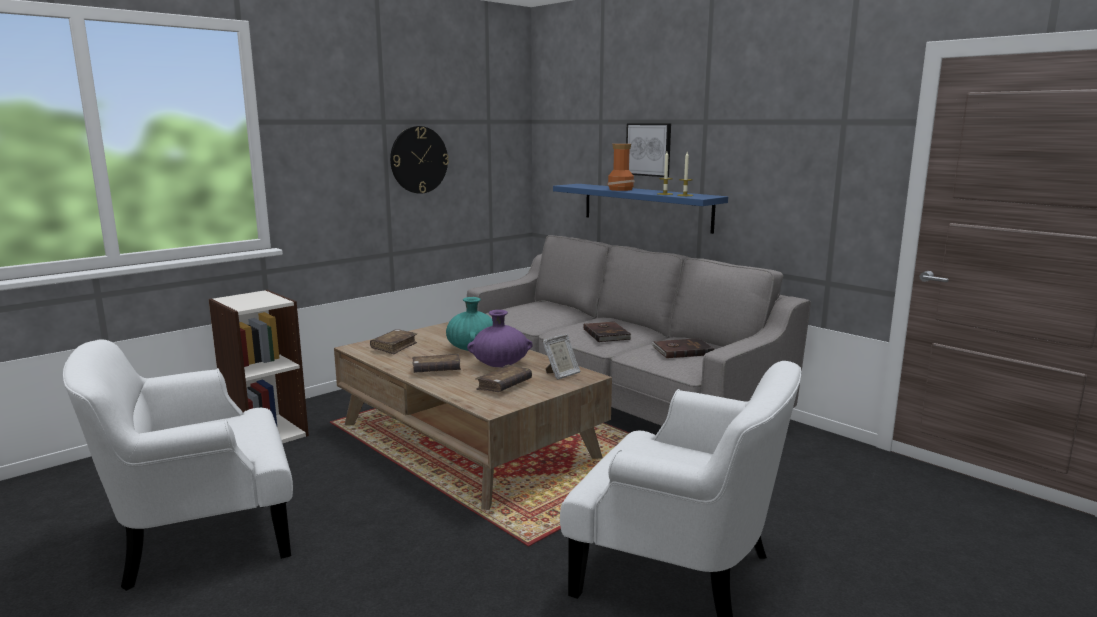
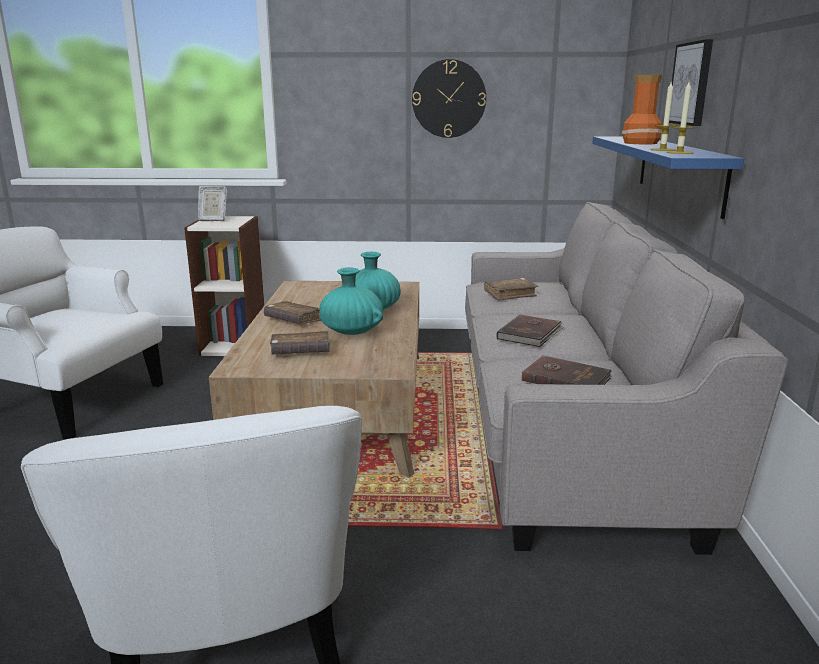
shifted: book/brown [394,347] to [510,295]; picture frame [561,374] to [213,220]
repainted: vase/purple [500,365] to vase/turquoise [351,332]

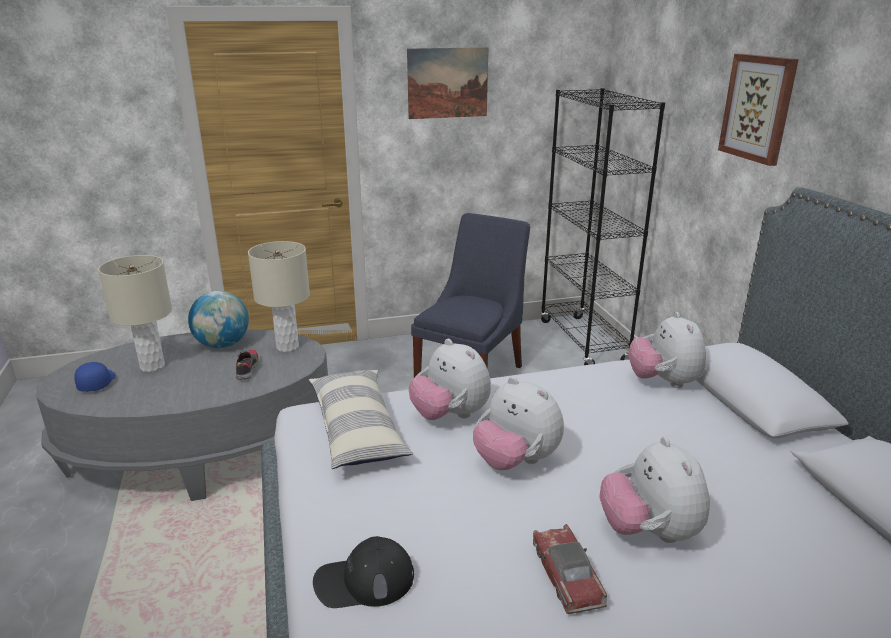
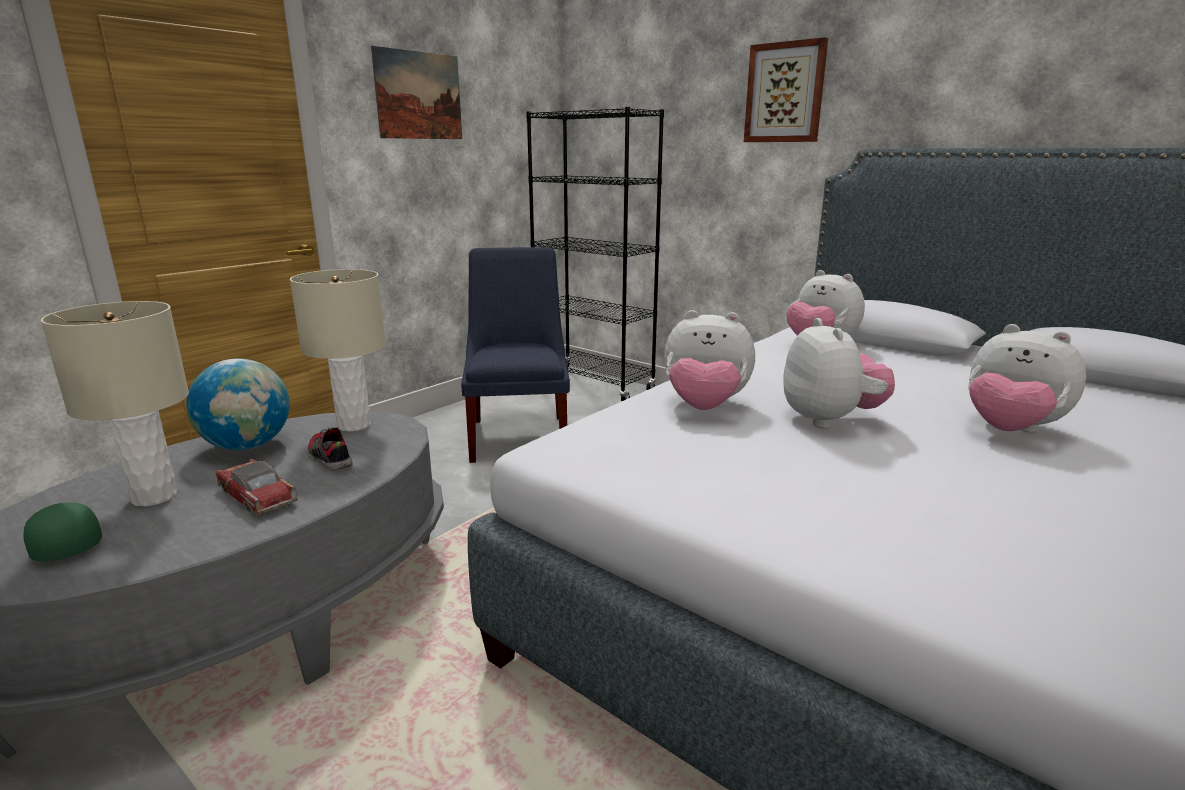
gone: pillow [357,430]; cap/black [364,580]
shifted: toy car [567,576] to [257,496]
repainted: cap/blue [96,383] to cap/green [65,545]
rotated: plush toy [516,461] = [830,420] 105 degrees counterclockwise

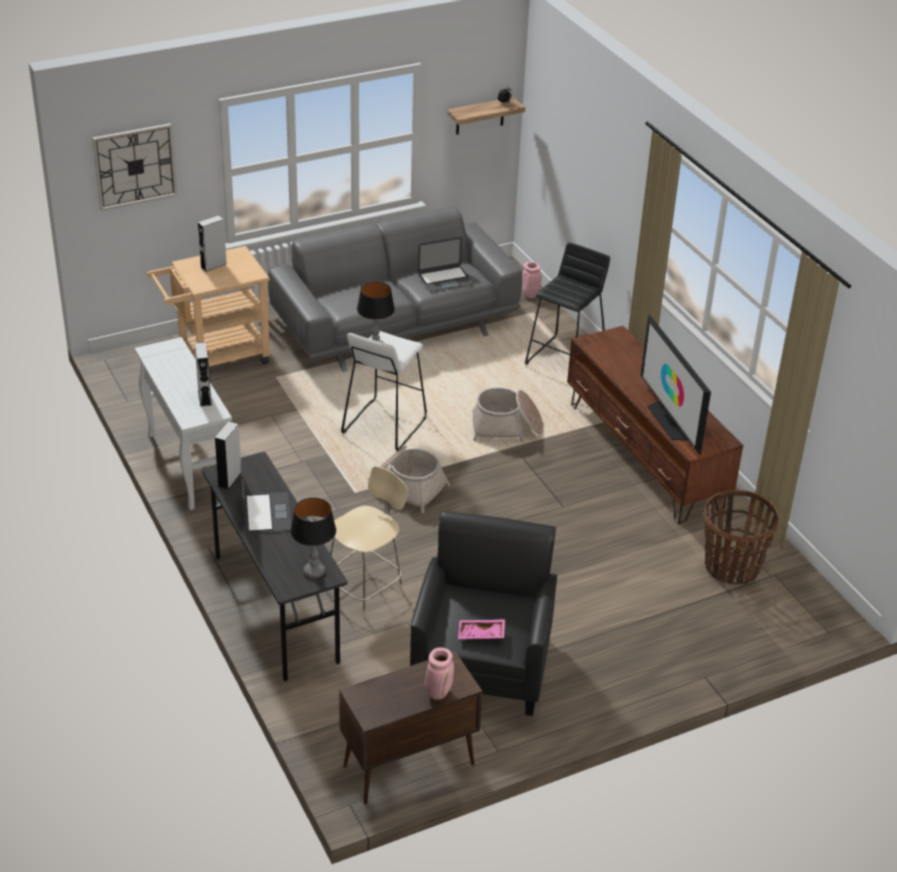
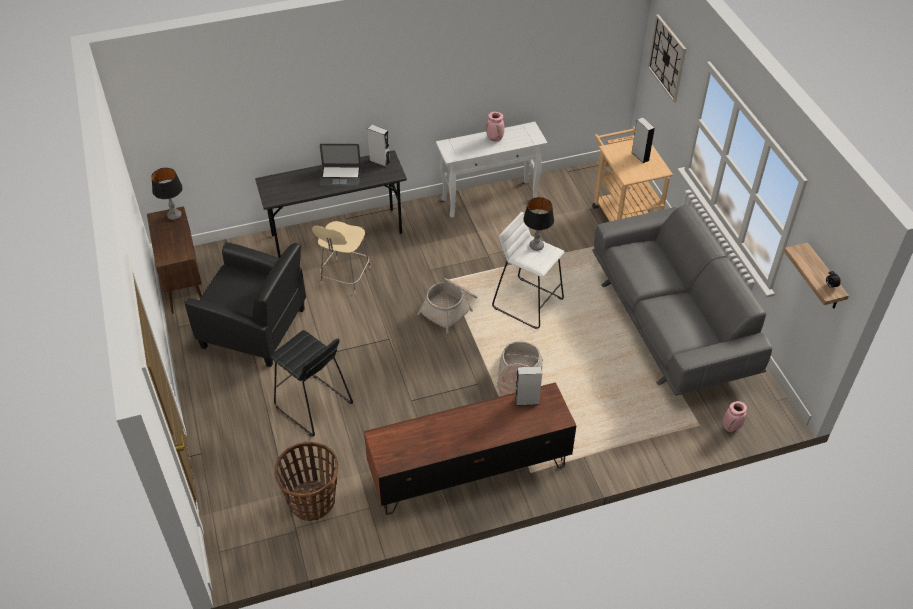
gone: laptop [445,279]; tray/pink [481,635]; television [670,421]
shifted: speaker/grey [204,397] to [527,401]; table lamp [314,571] to [174,215]; vase/pink [438,692] to [495,139]; stool/black [566,360] to [313,406]
rotated: chair/beige [365,588] = [345,277] 60 degrees clockwise

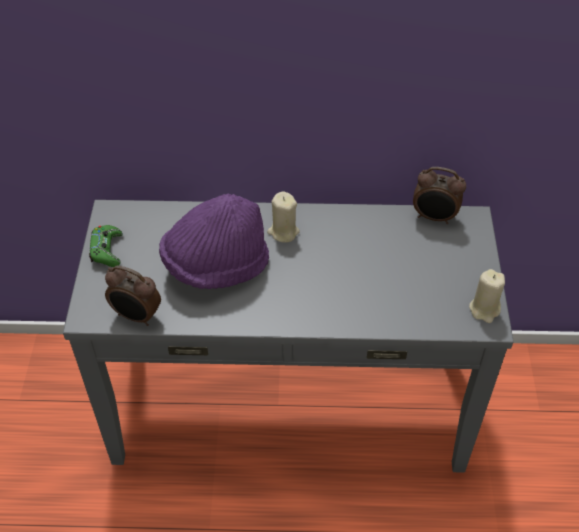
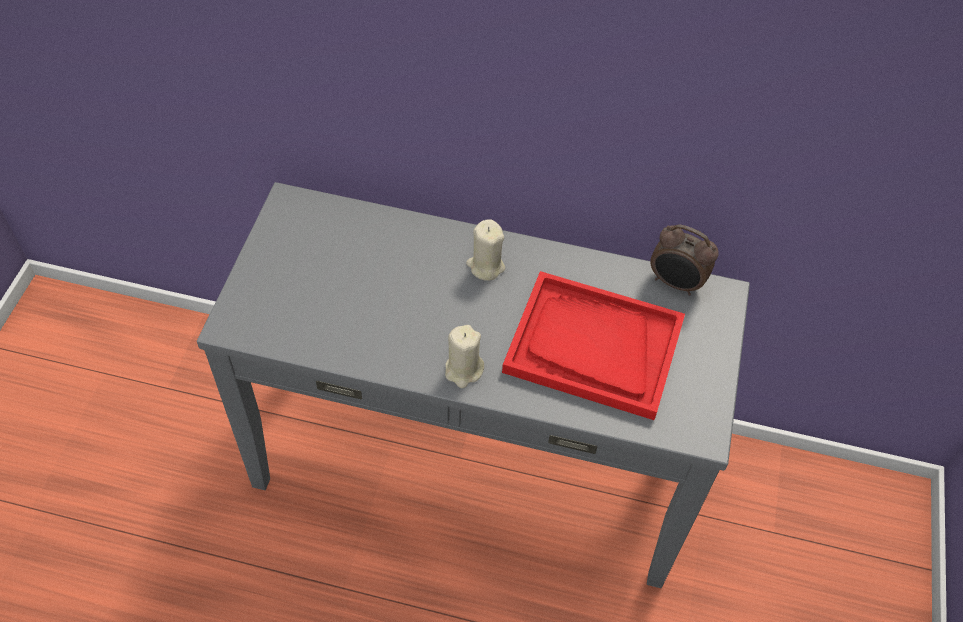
gone: game controller/green [107,250]; alarm clock [136,316]; hat/purple [216,265]
new: tray/red [593,347]
shifted: candle/beige [484,309] to [463,370]

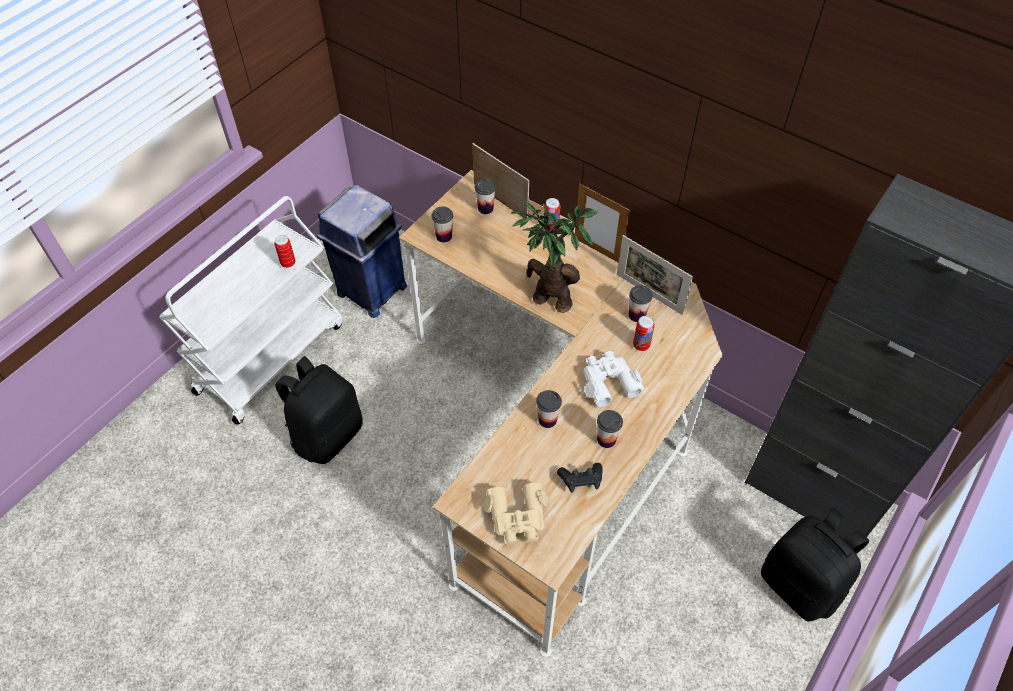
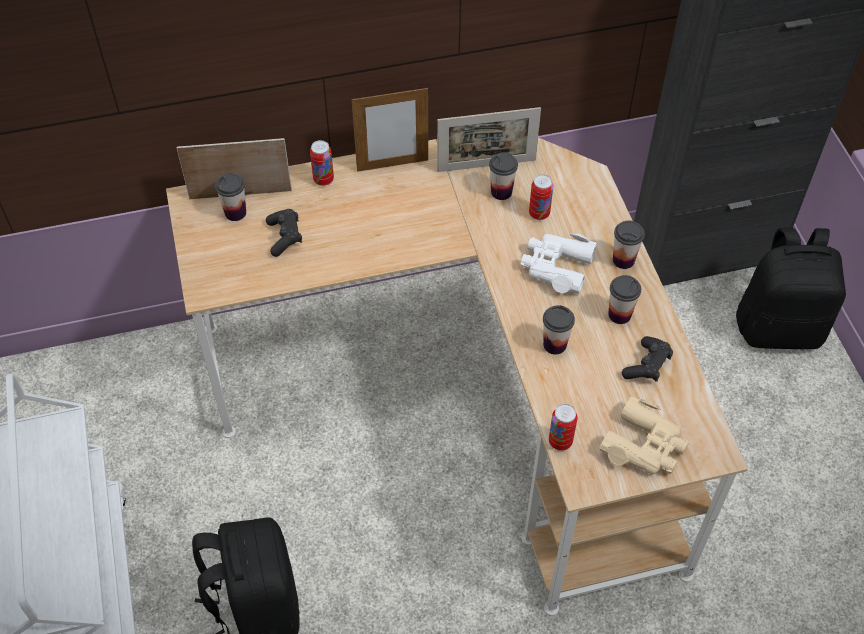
gone: trash can/blue [371,291]; potted plant [548,298]
new: game controller/black [285,237]
shifted: can [288,263] to [560,441]; cup [444,236] to [623,260]

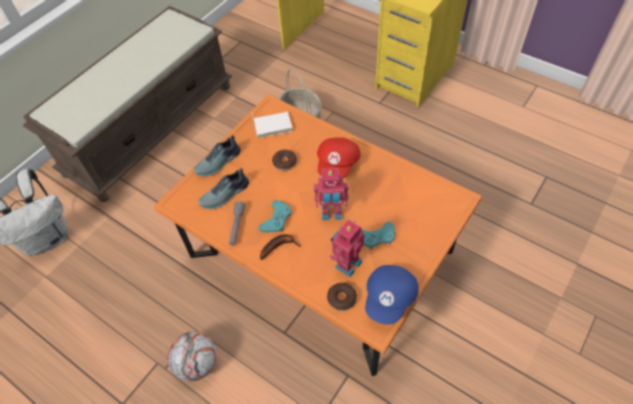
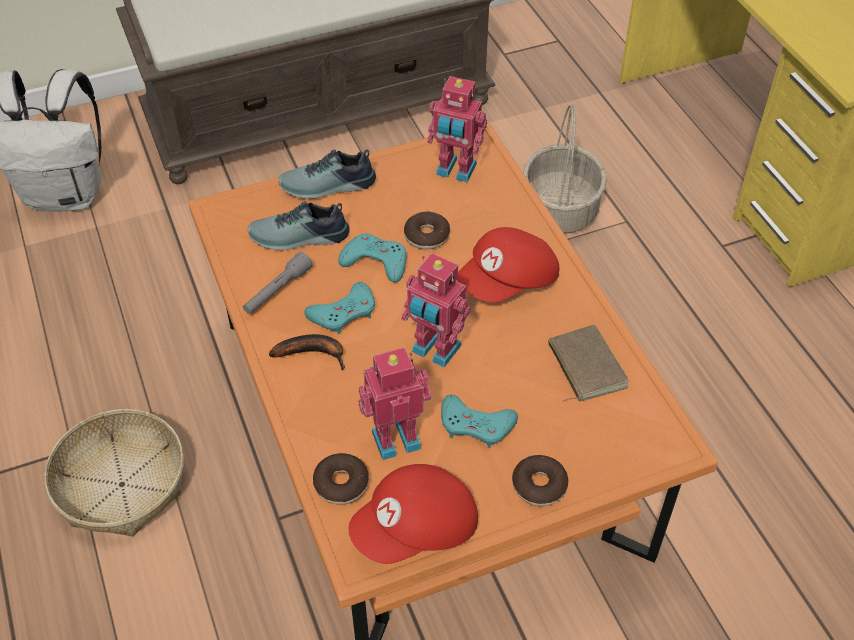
new: game controller/turquoise [375,262]; donut [539,485]; book/brown [584,367]
swapped: football [197,363] to basket [122,484]; book/white [273,125] to toy robot [455,171]
repainted: cap/blue [390,298] to cap/red [417,529]

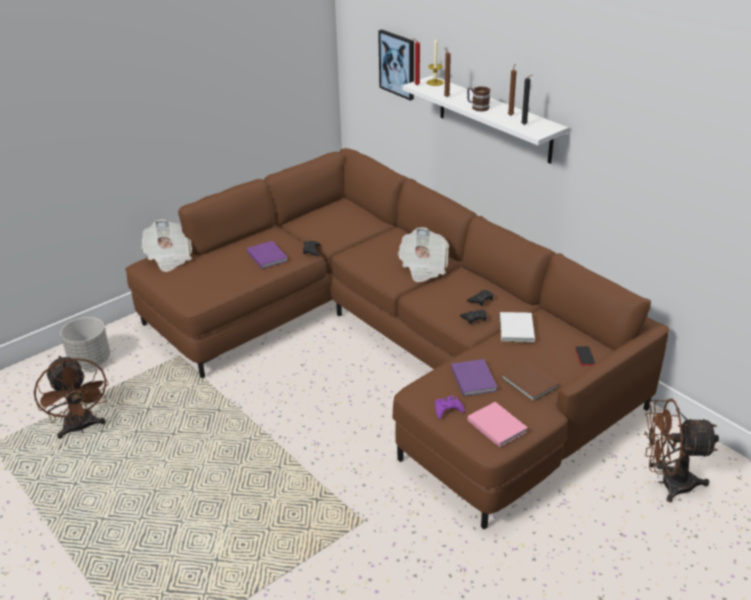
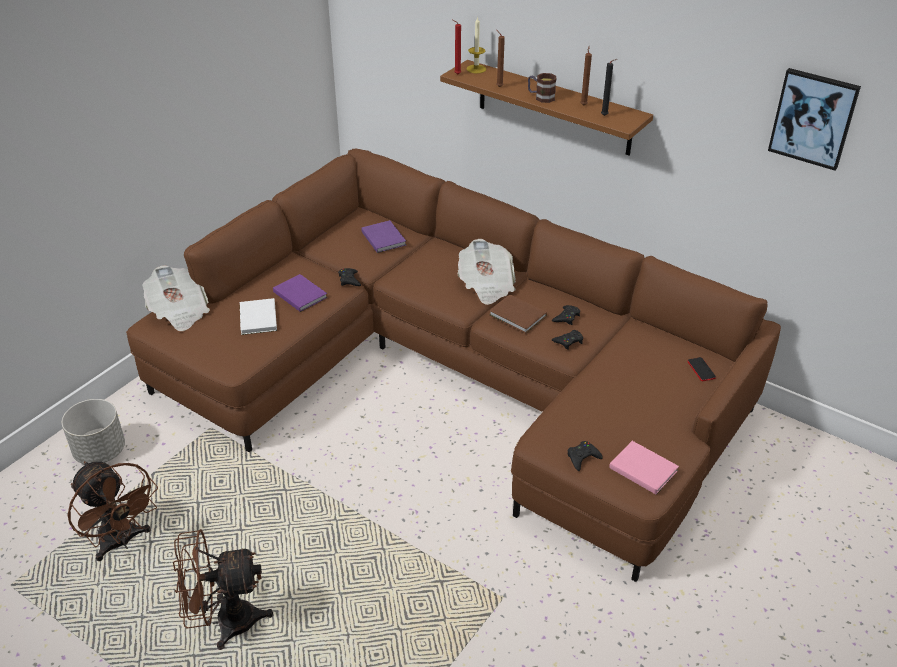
shifted: picture [397,64] to [813,118]; book/purple [474,378] to [384,237]; book/white [515,329] to [257,319]; book/brown [529,384] to [518,316]; fan/brown [668,483] to [225,622]
repainted: shelf/white [494,119] to shelf/brown [554,108]; game controller/purple [447,409] to game controller/black [582,458]

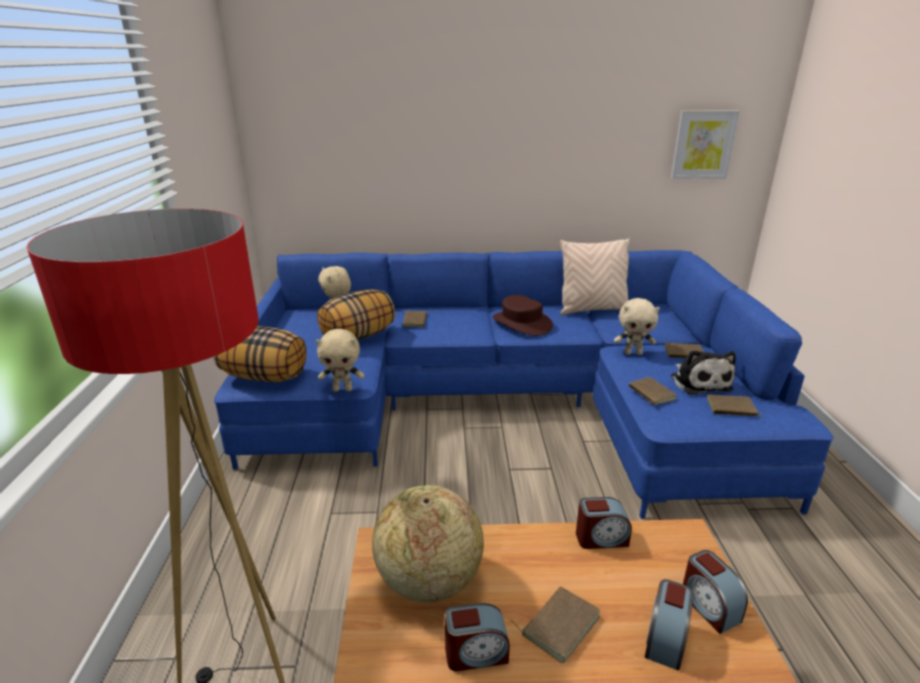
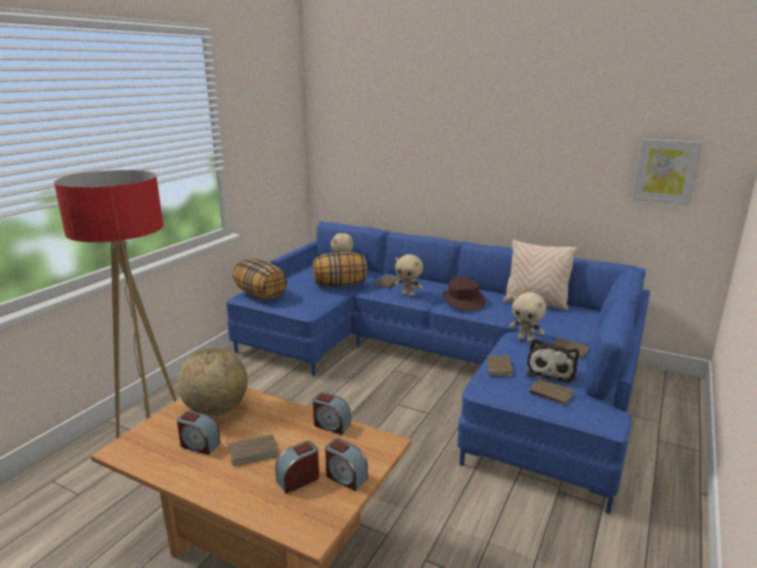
shifted: plush toy/beige [343,389] to [408,295]
rotated: alarm clock [708,606] = [345,477] 60 degrees counterclockwise

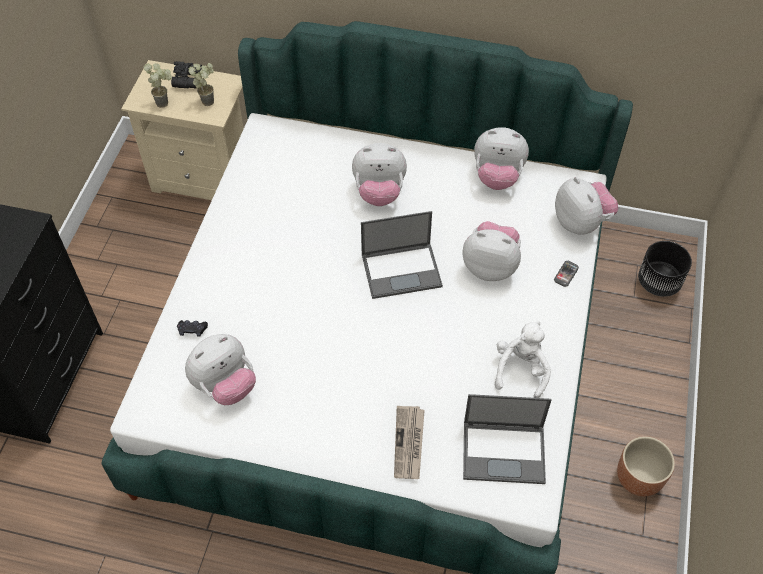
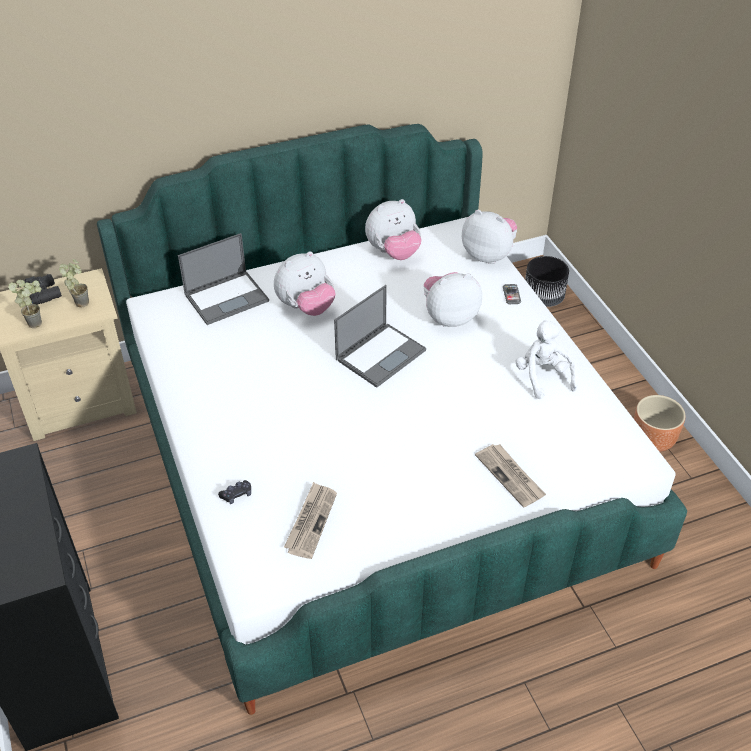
shifted: laptop [505,452] to [227,297]
swapped: plush toy [225,385] to newspaper [311,521]

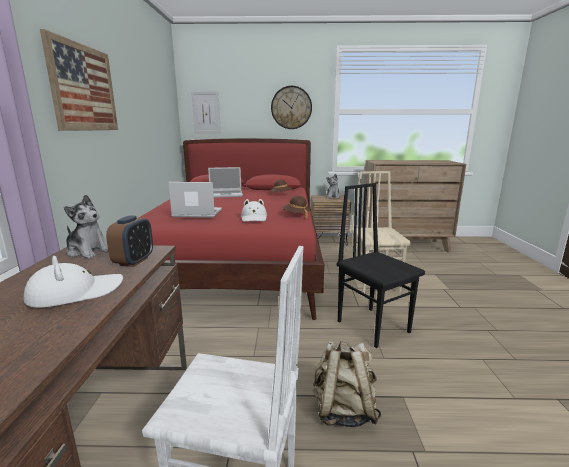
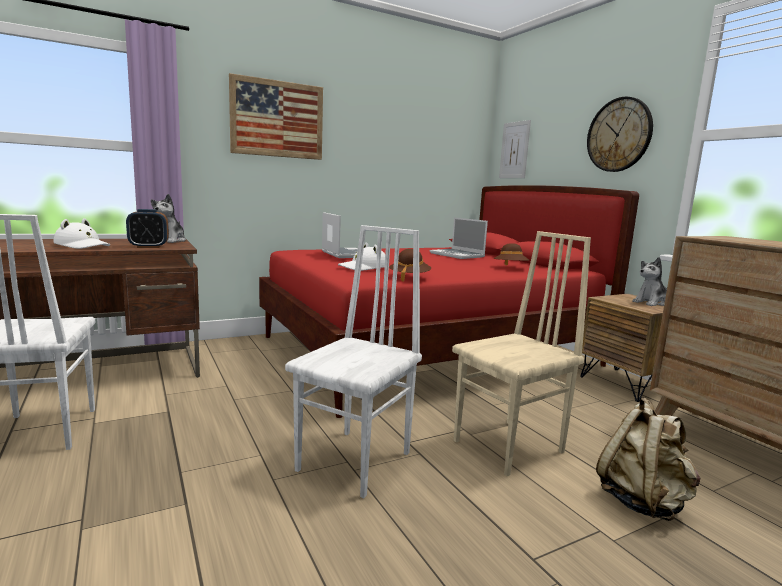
shifted: backpack/beige [343,410] to [642,501]
repainted: chair/black [373,326] to chair/white [356,461]

